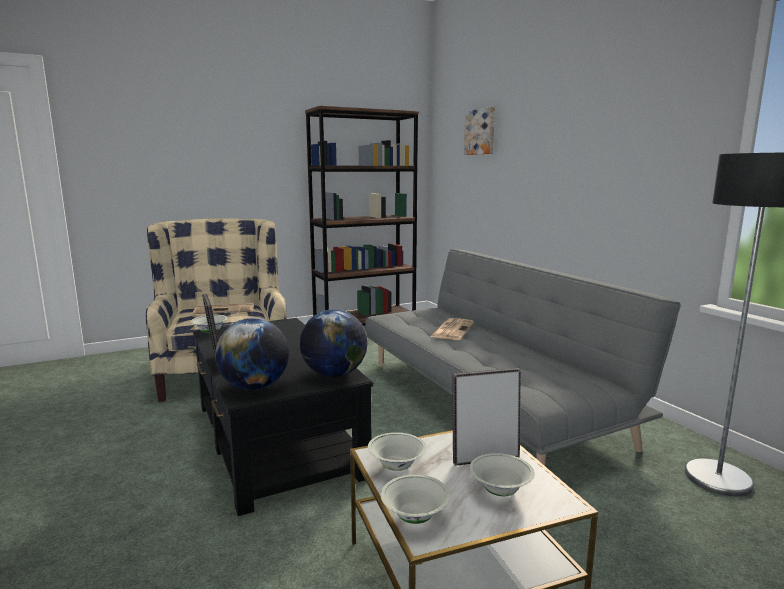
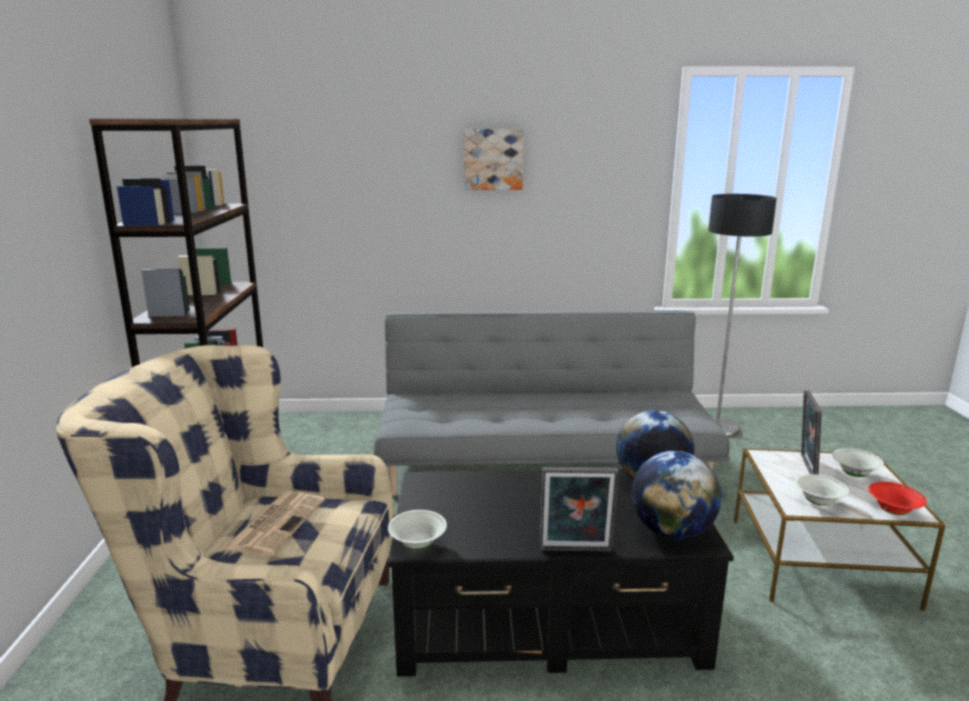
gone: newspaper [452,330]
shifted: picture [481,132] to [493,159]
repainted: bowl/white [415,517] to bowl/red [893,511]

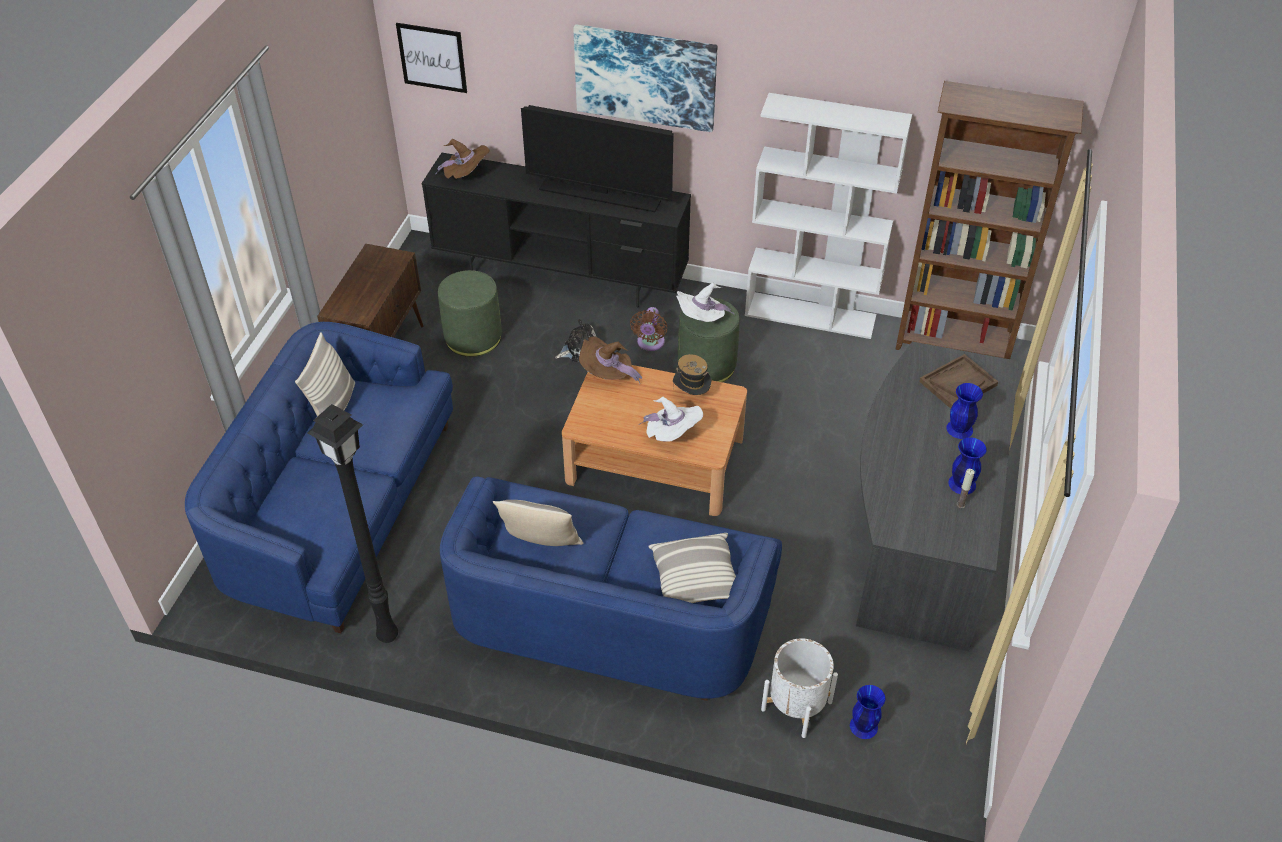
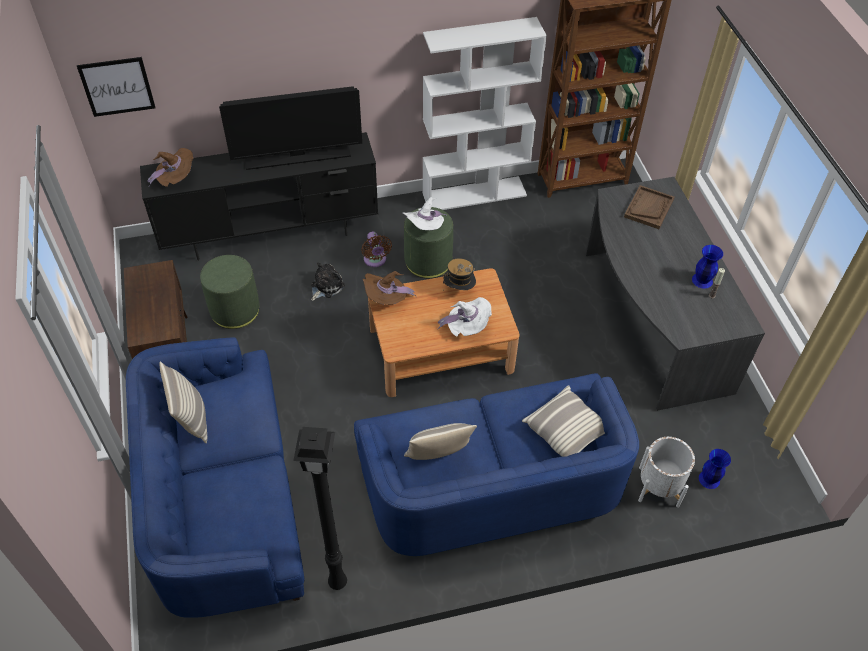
gone: picture [645,77]; vase/blue [959,429]

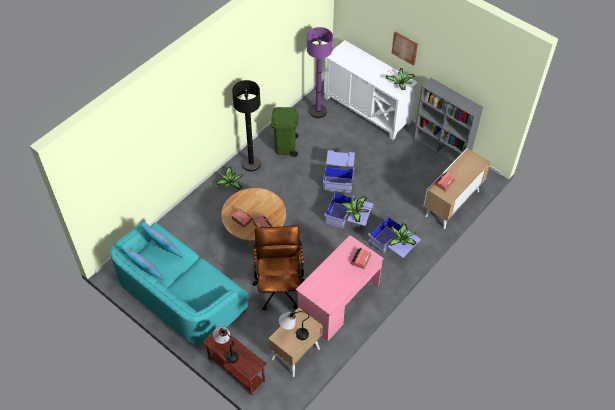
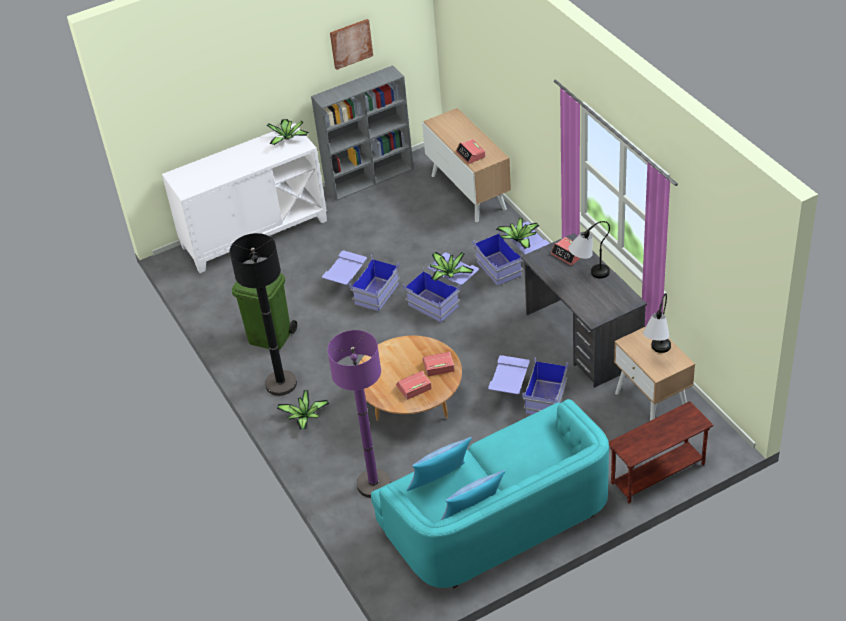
shifted: table lamp [227,350] to [588,275]; floor lamp/purple [318,111] to [373,484]; picture [405,48] to [351,43]
swapped: office chair/brown [279,286] to storage box/blue [528,397]
repainted: desk/pink [338,302] to desk/grey [583,339]

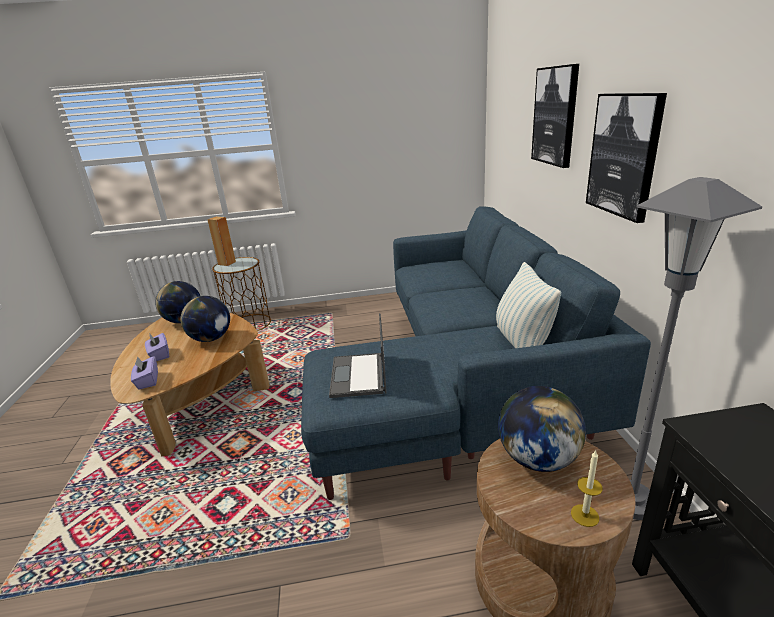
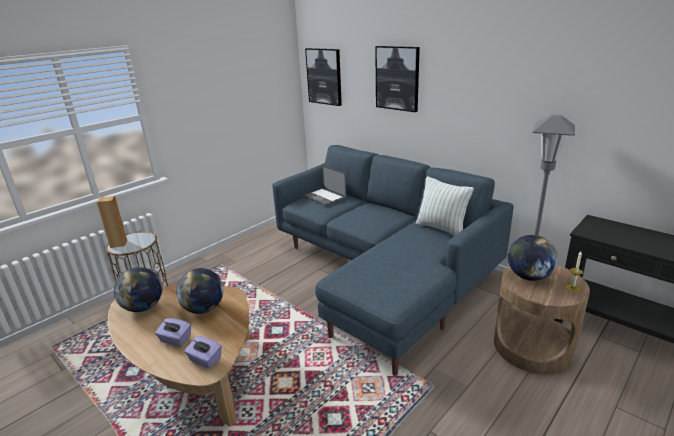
shifted: laptop [359,376] to [325,197]; picture [624,155] to [324,76]

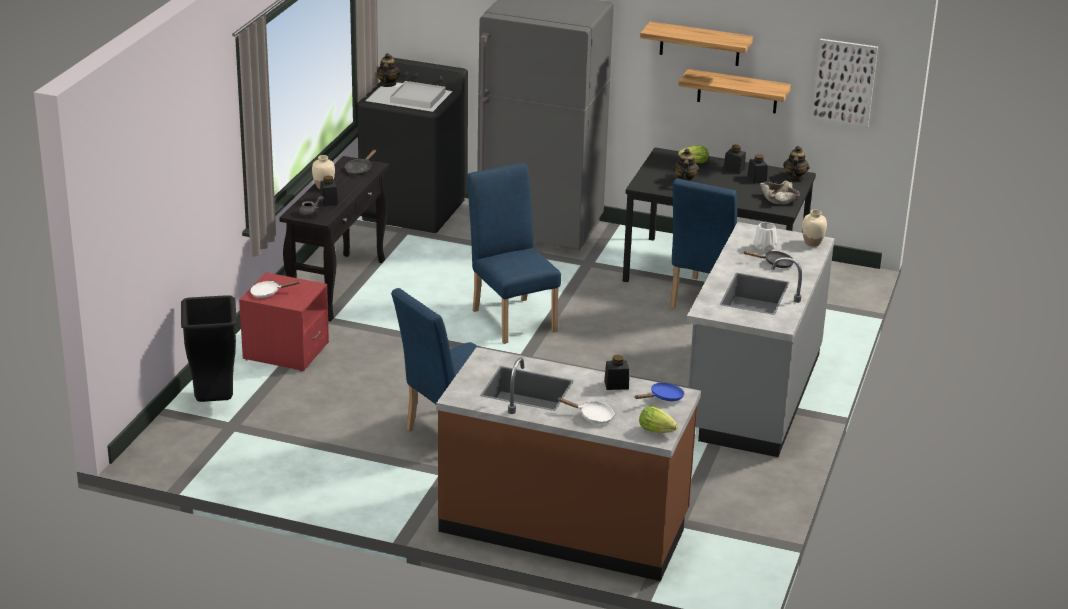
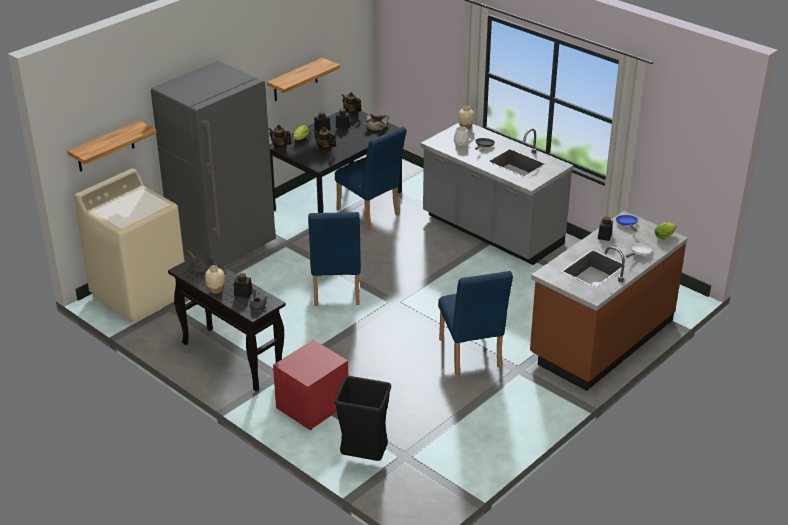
gone: frying pan/white [268,293]; tray/white [417,97]; picture [844,83]
shifted: teapot [387,84] to [280,147]; shelf [700,44] to [105,147]
repainted: washing machine/black [414,209] to washing machine/beige [140,294]
rotated: chair/blue [512,317] = [336,292] 90 degrees counterclockwise

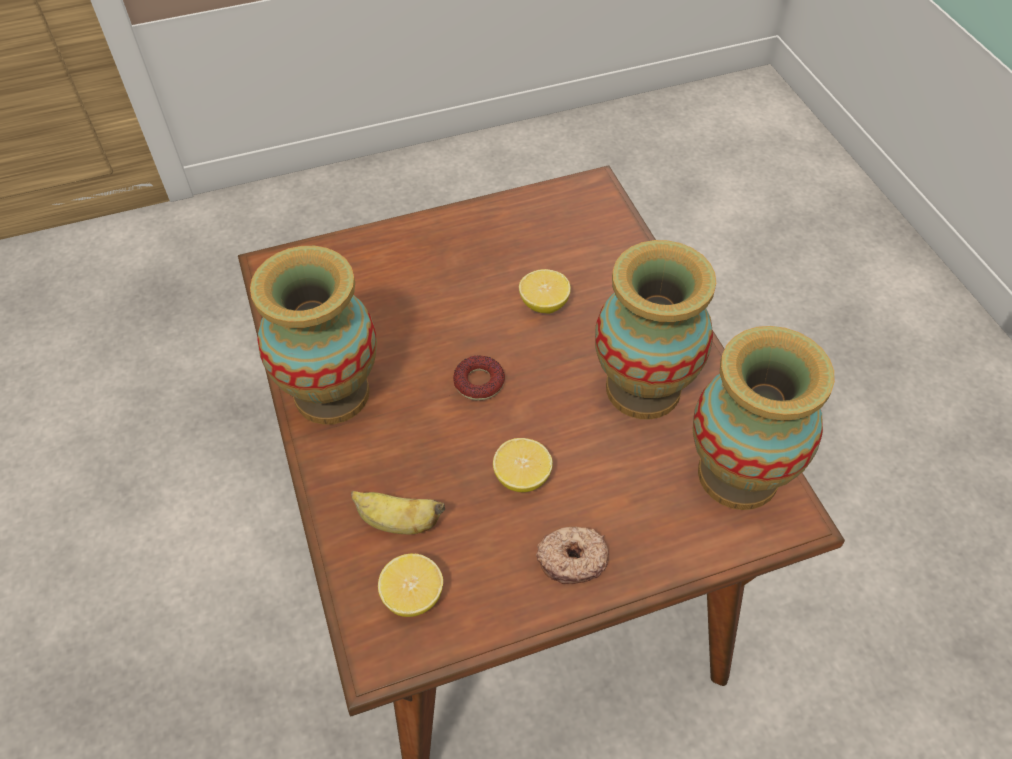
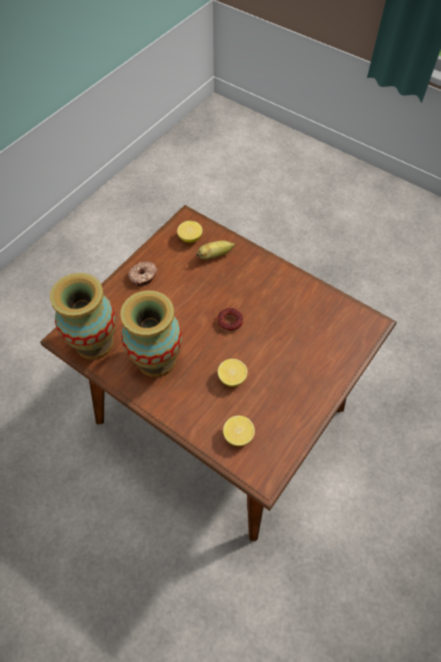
gone: vase [331,394]
shifted: lemon [522,477] to [238,435]

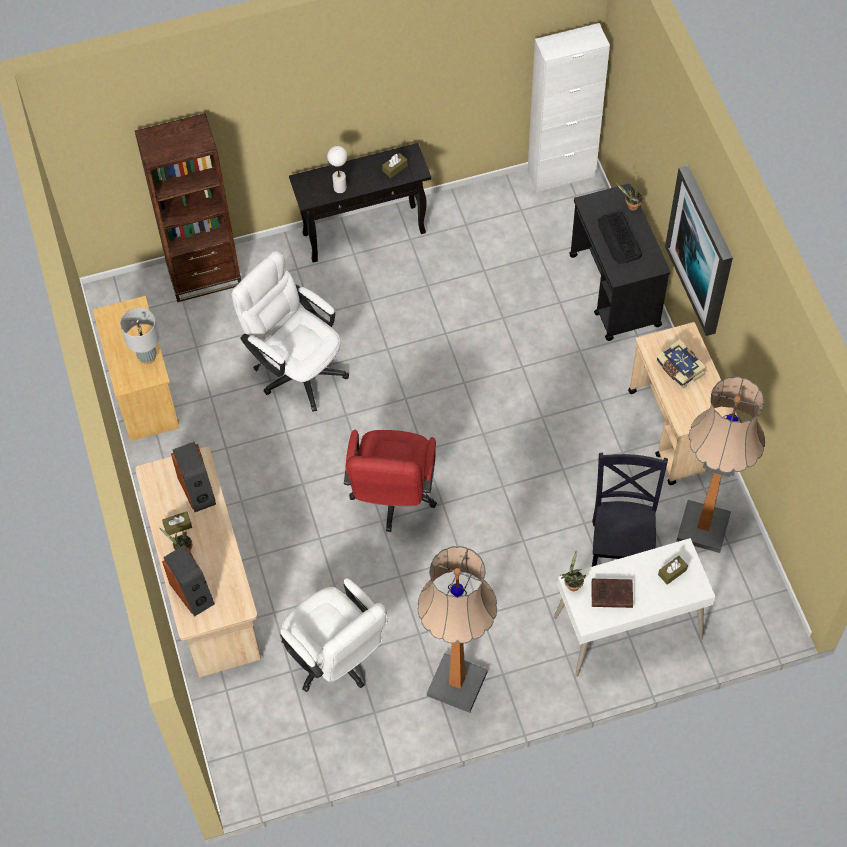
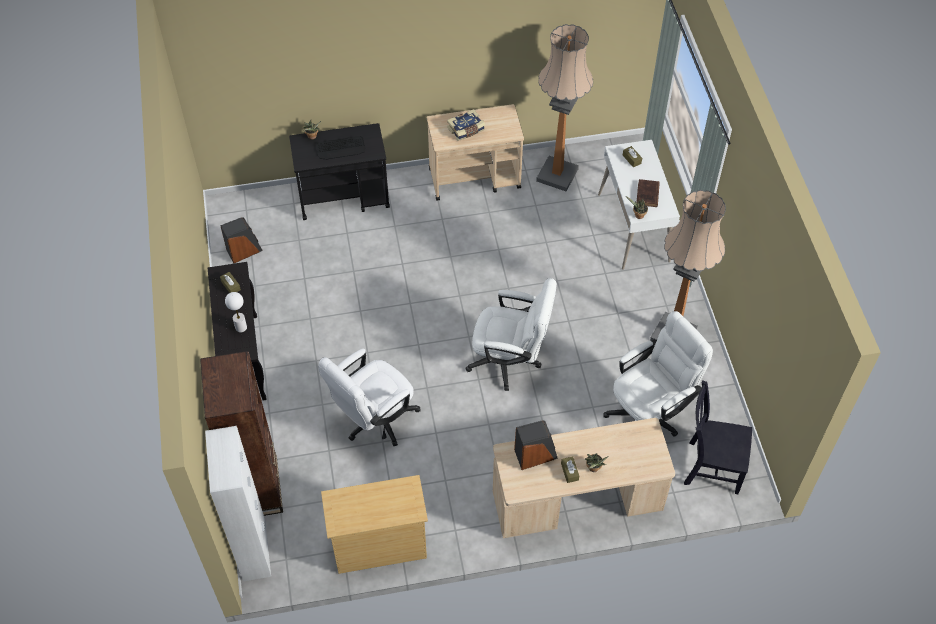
gone: table lamp/grey [147,357]; picture [702,250]
shifted: speaker [192,592] to [244,250]; cabinet/white [561,174] to [254,550]; chair/black [621,548] to [710,466]
repainted: office chair/red [393,498] to office chair/white [510,361]

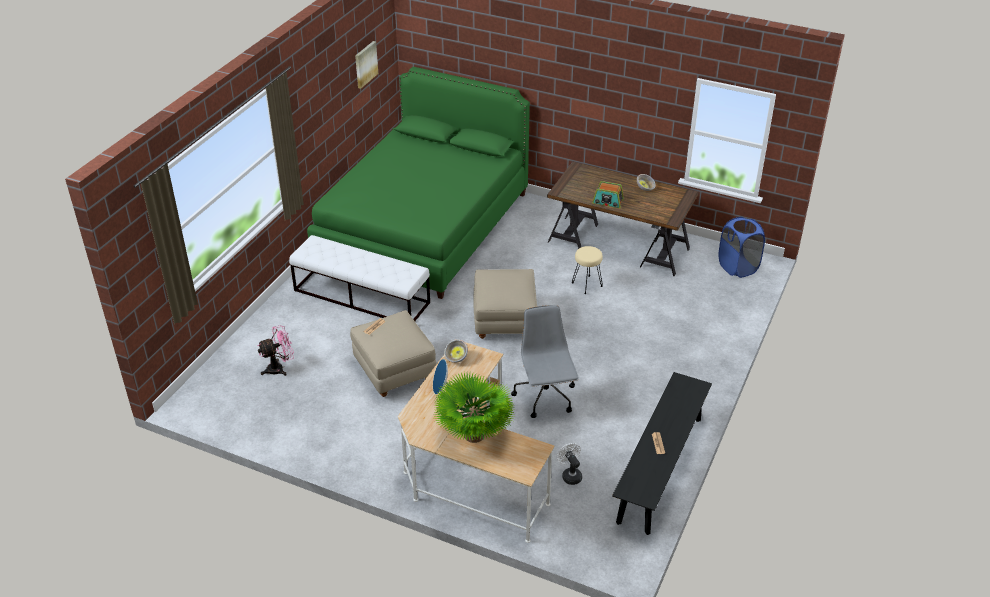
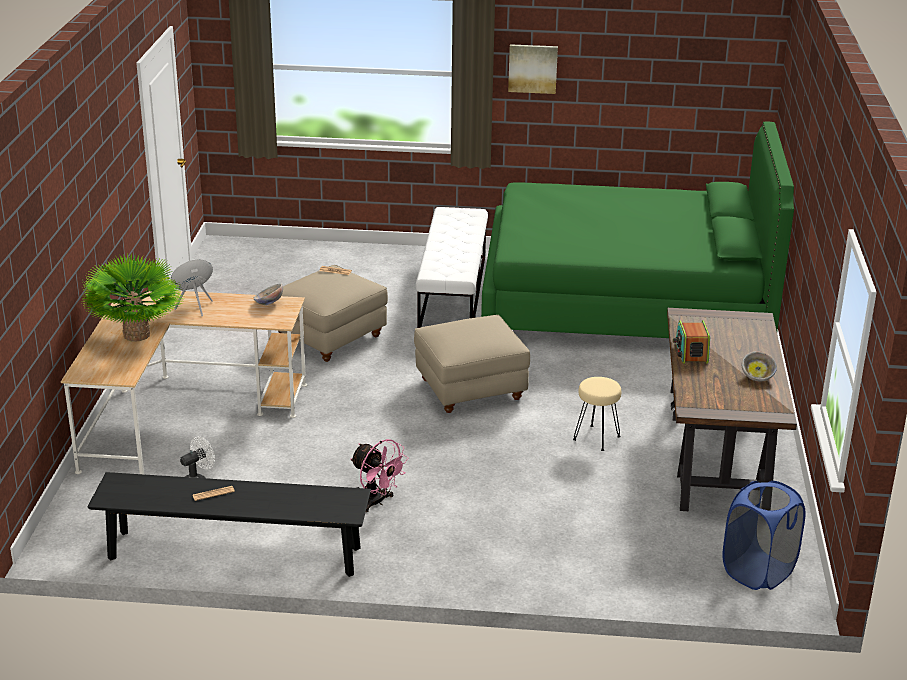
gone: office chair/grey [545,398]
shifted: fan/pink [279,368] to [377,502]; picture [365,64] to [532,68]

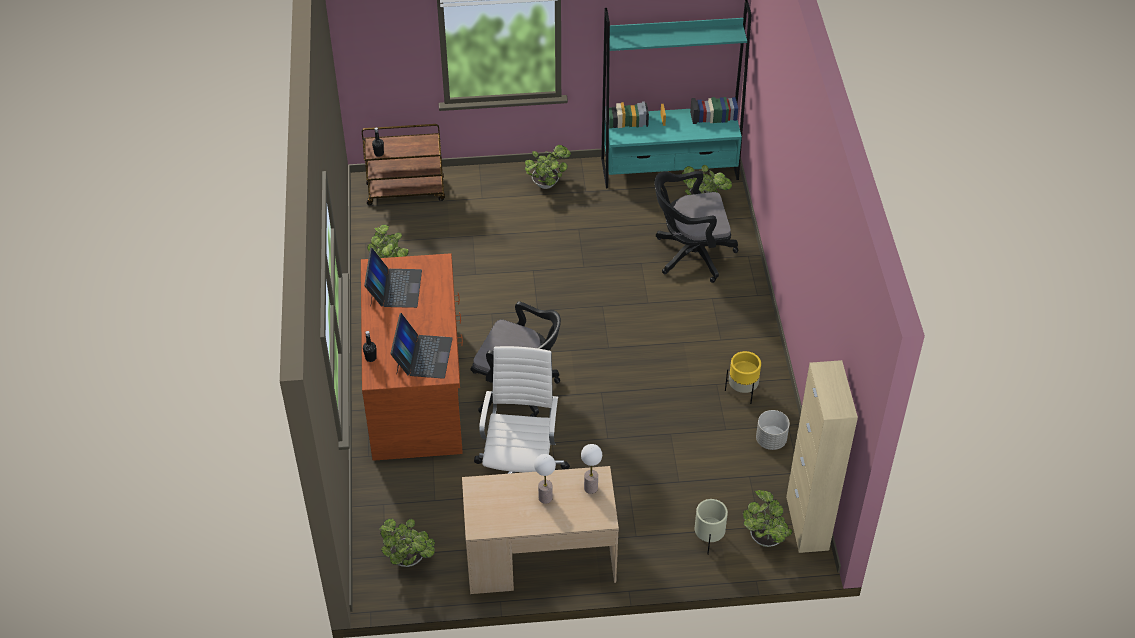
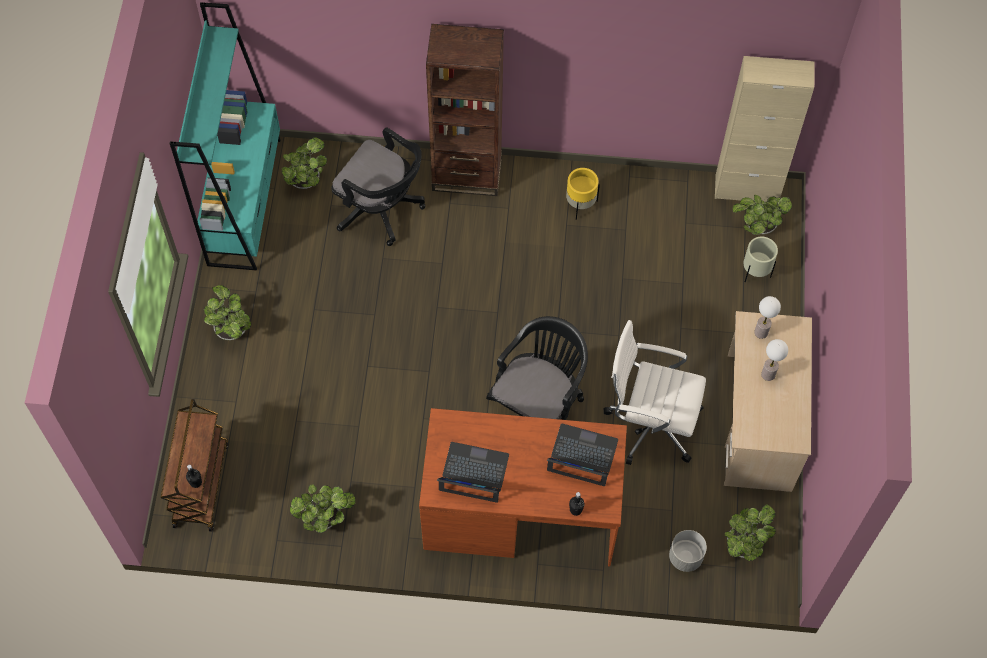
new: bookcase/brown [467,174]
shifted: planter/grey [771,440] to [685,557]
rotated: office chair/black [690,255] = [382,210] 60 degrees counterclockwise

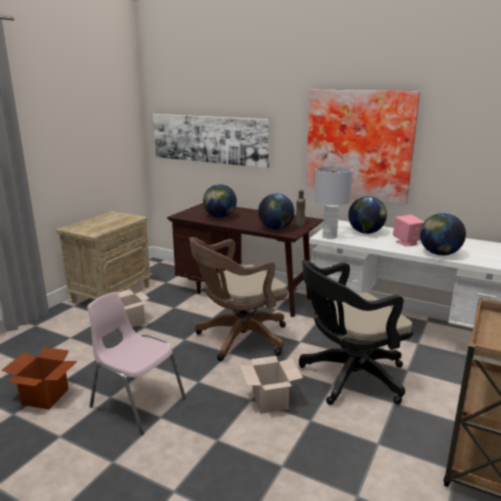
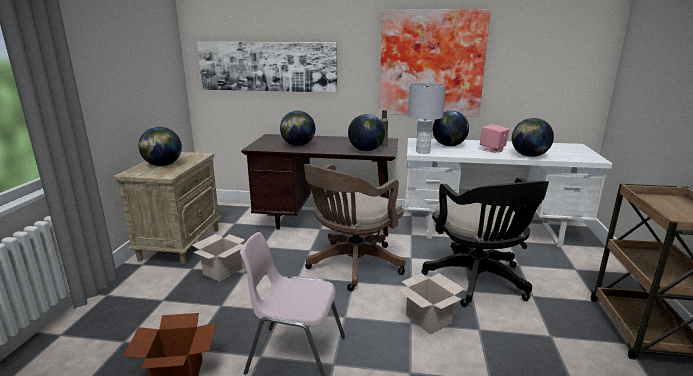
new: globe [163,165]
rotated: office chair/black [348,378] = [478,282] 60 degrees counterclockwise

